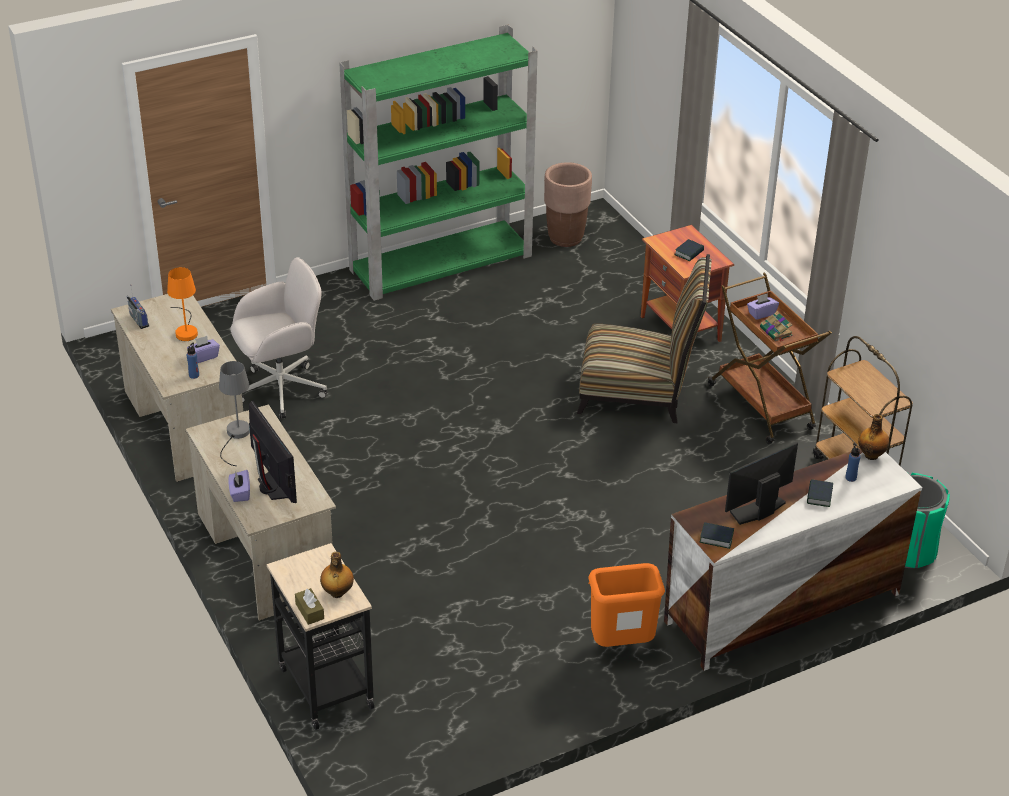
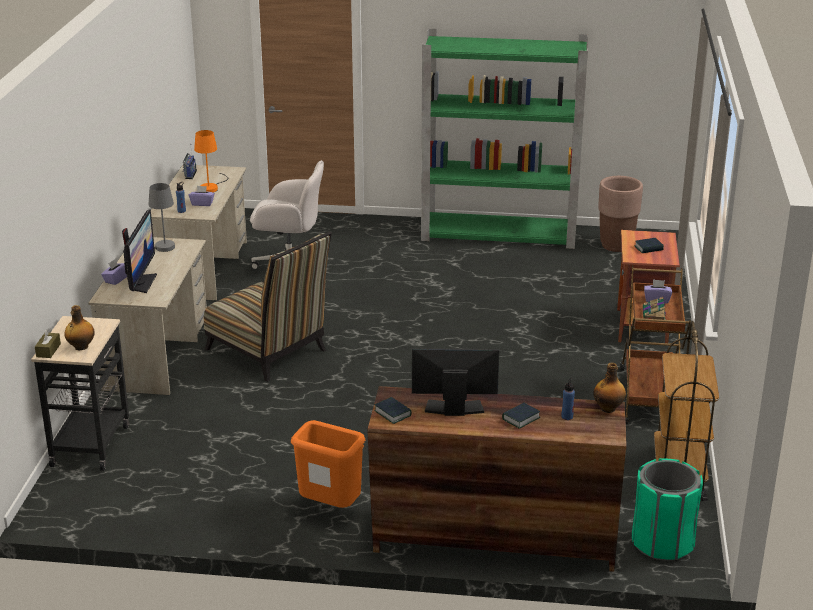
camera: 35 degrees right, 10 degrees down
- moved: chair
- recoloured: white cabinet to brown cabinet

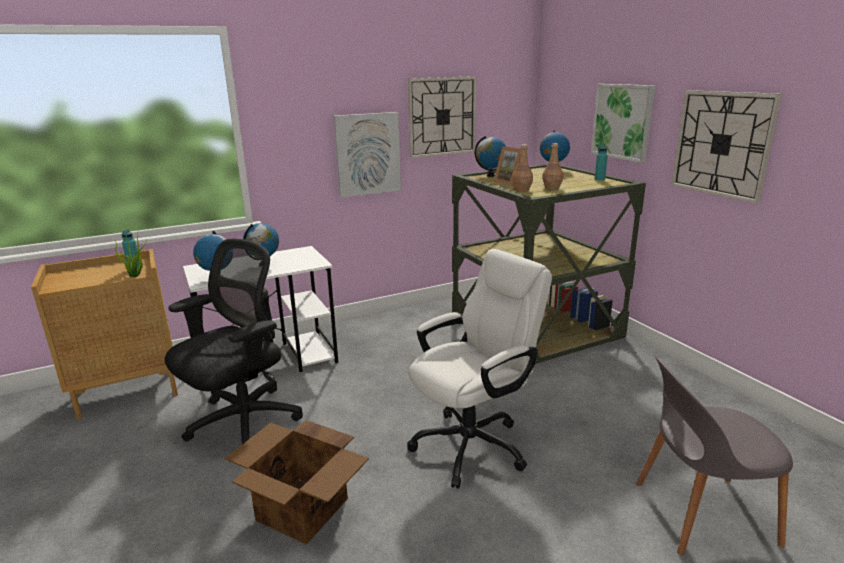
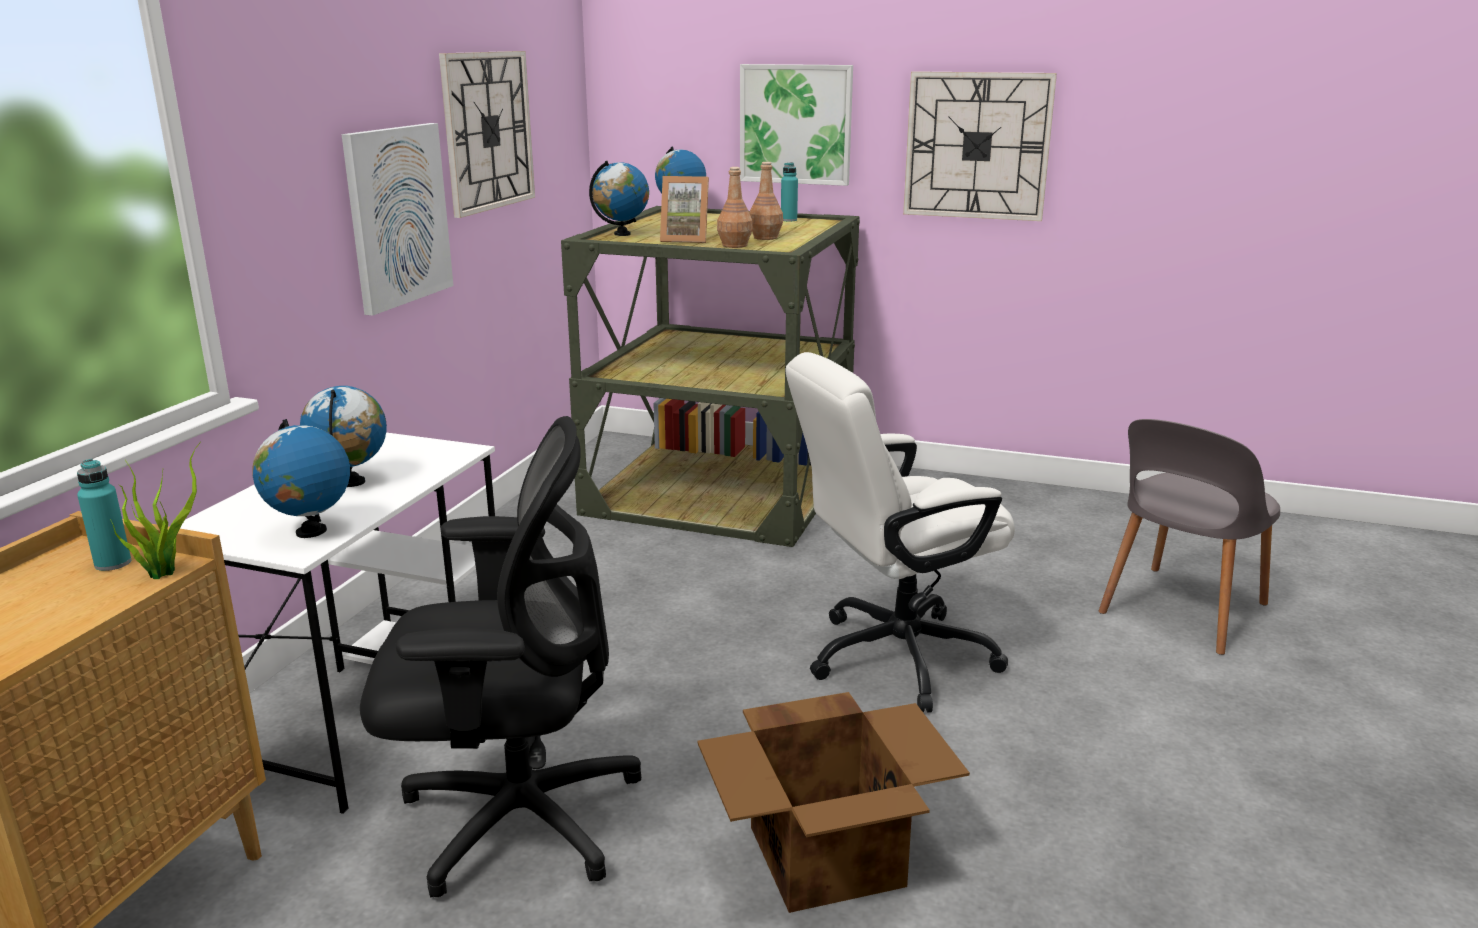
camera: 45 degrees left, 0 degrees up
- turned: black office chair 90 degrees clockwise
- turned: white office chair 120 degrees counterclockwise

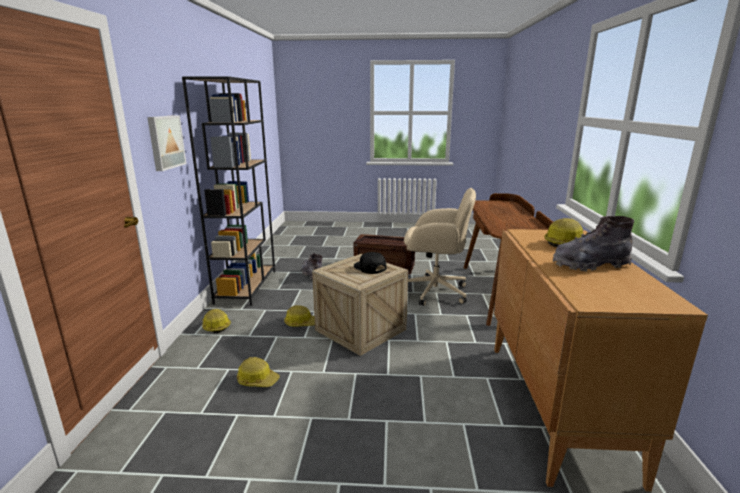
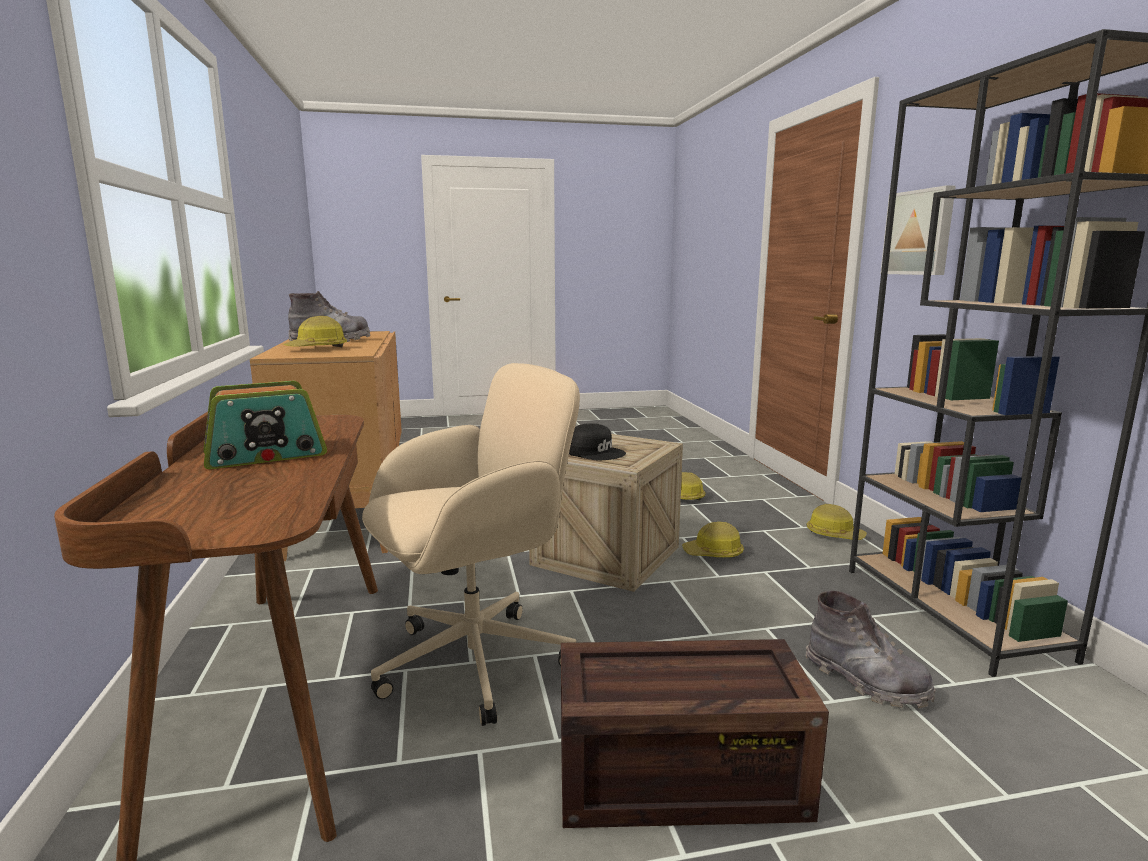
camera: 165 degrees right, 5 degrees down
- added: radio
- turned: beige office chair 150 degrees clockwise

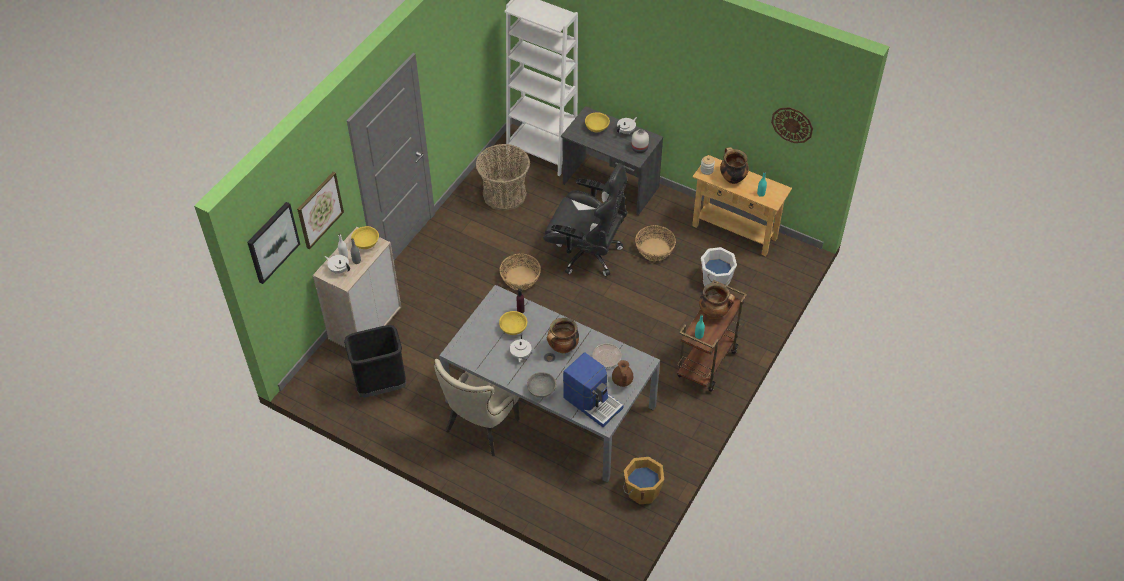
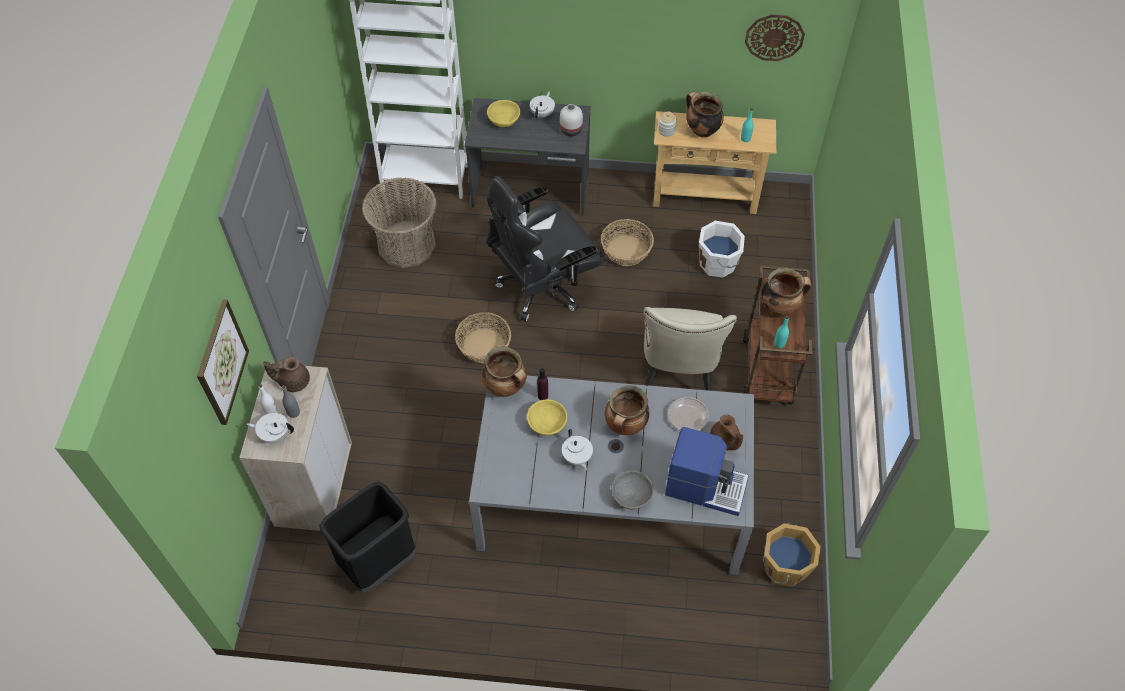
camera: 25 degrees left, 5 degrees up
- removed: picture (1st from left)
- added: cooking pot (1st from left)
- moved: beige chair
- replaced: yellow bowl (1st from left) to brown teapot (1st from left)
- turned: black office chair 150 degrees clockwise

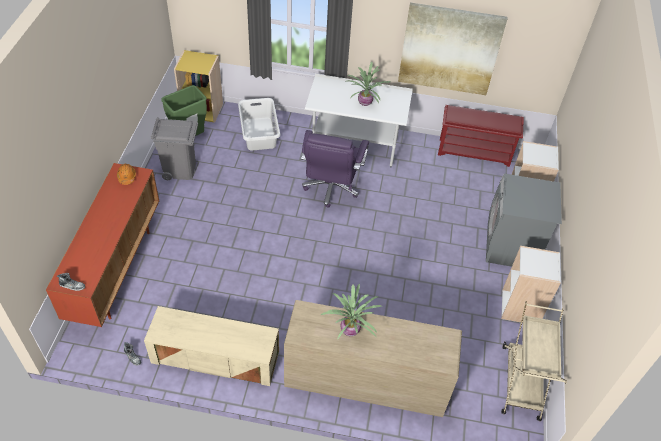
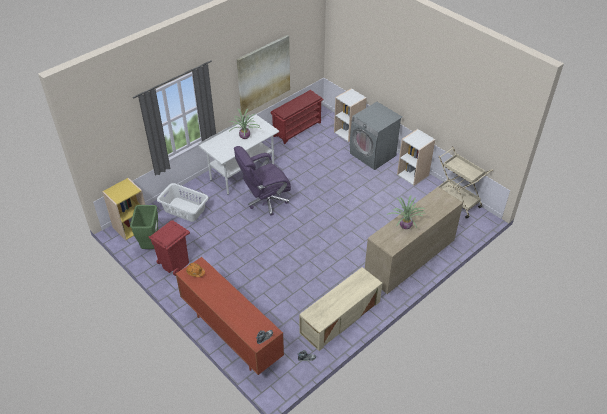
camera: 50 degrees left, 5 degrees down
- recoloured: grey trash can to red trash can
- turned: purple office chair 105 degrees clockwise

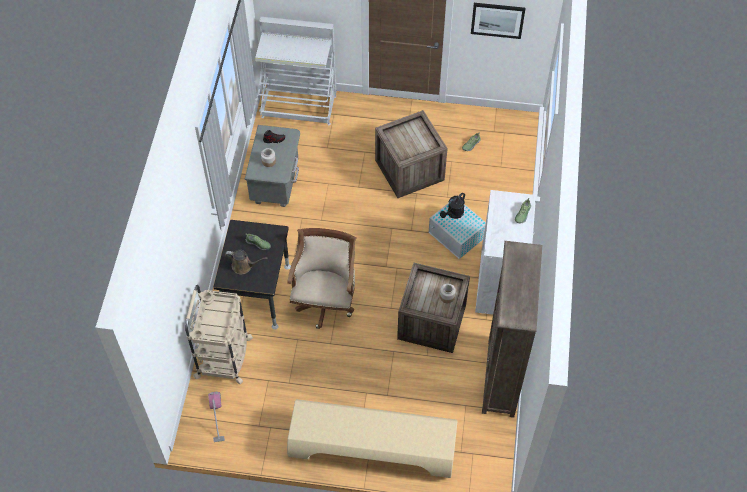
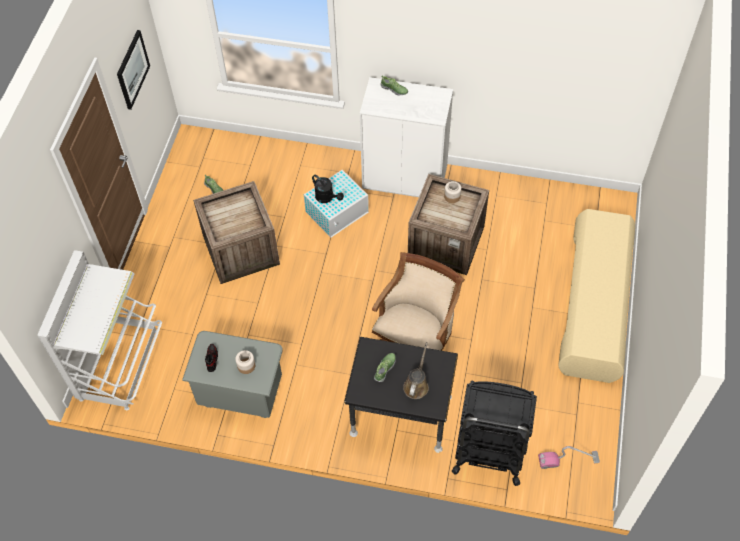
camera: 85 degrees left, 0 degrees up
- removed: brown bookcase
- recoloured: beige cart to black cart
- turned: office chair 105 degrees clockwise

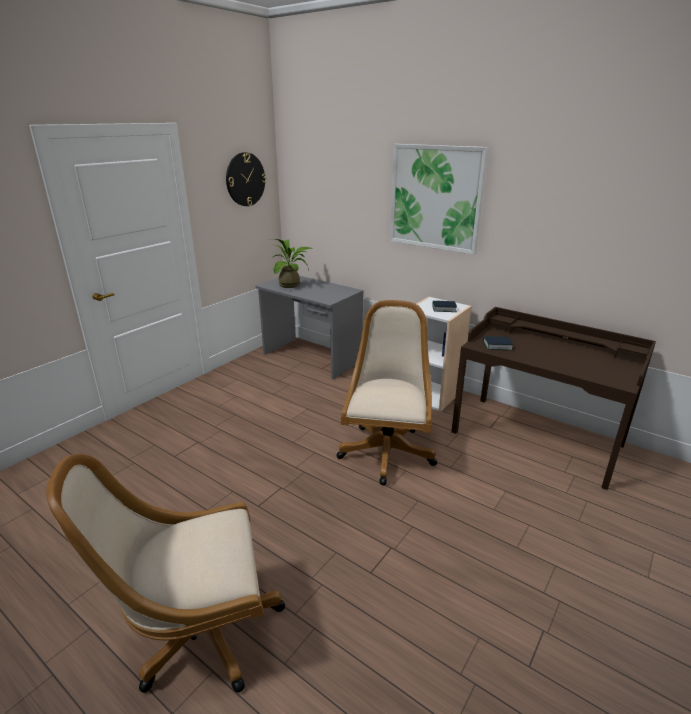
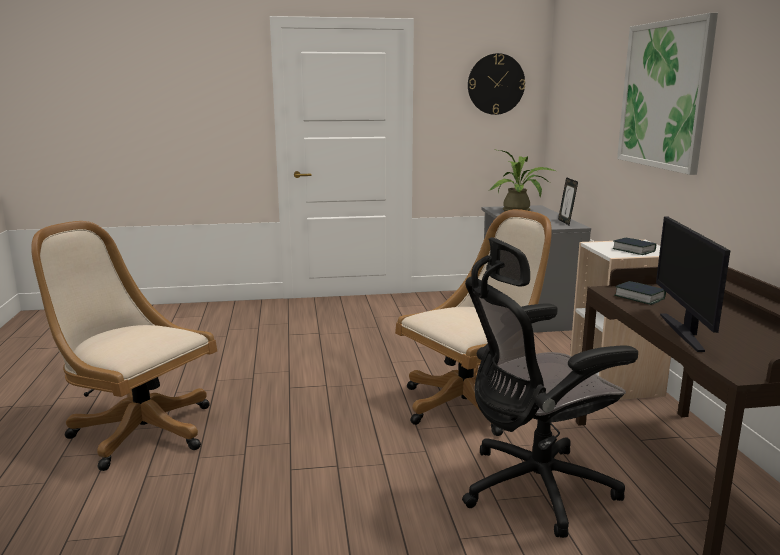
camera: 45 degrees right, 10 degrees down
- added: office chair (3rd from left)
- added: picture frame
- added: monitor

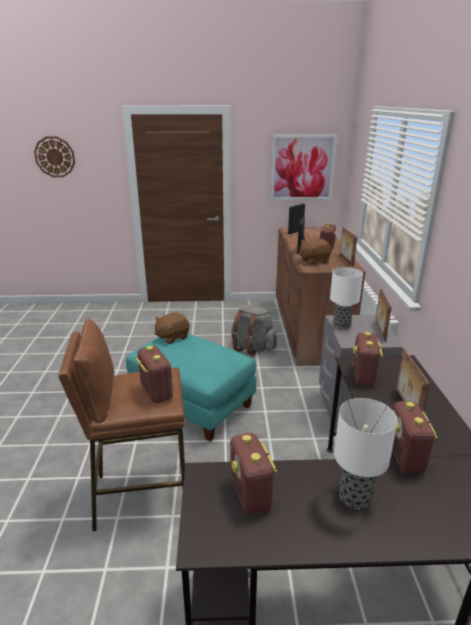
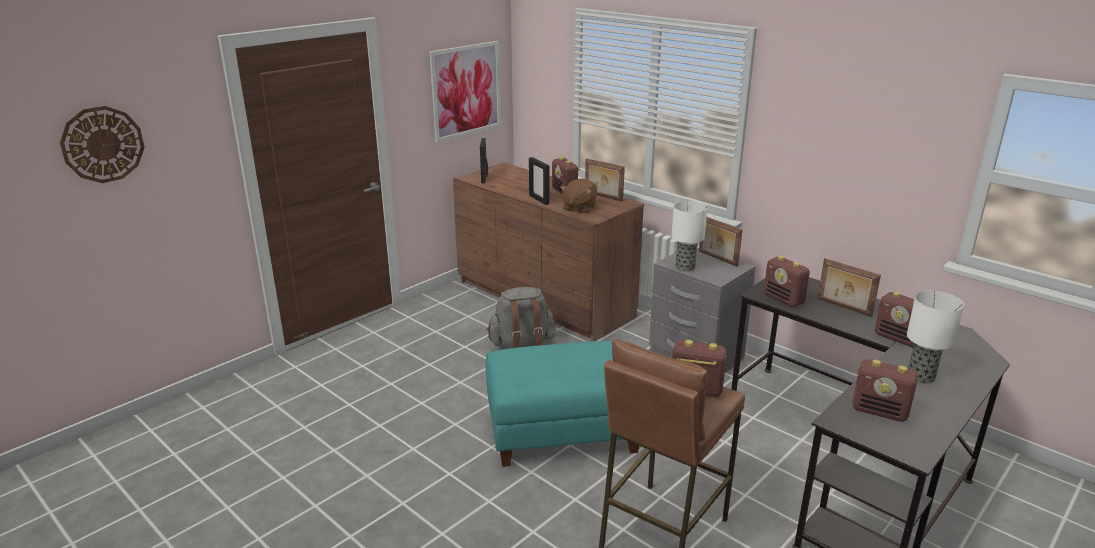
camera: 45 degrees left, 0 degrees up
- removed: brown plush toy (1st from left)

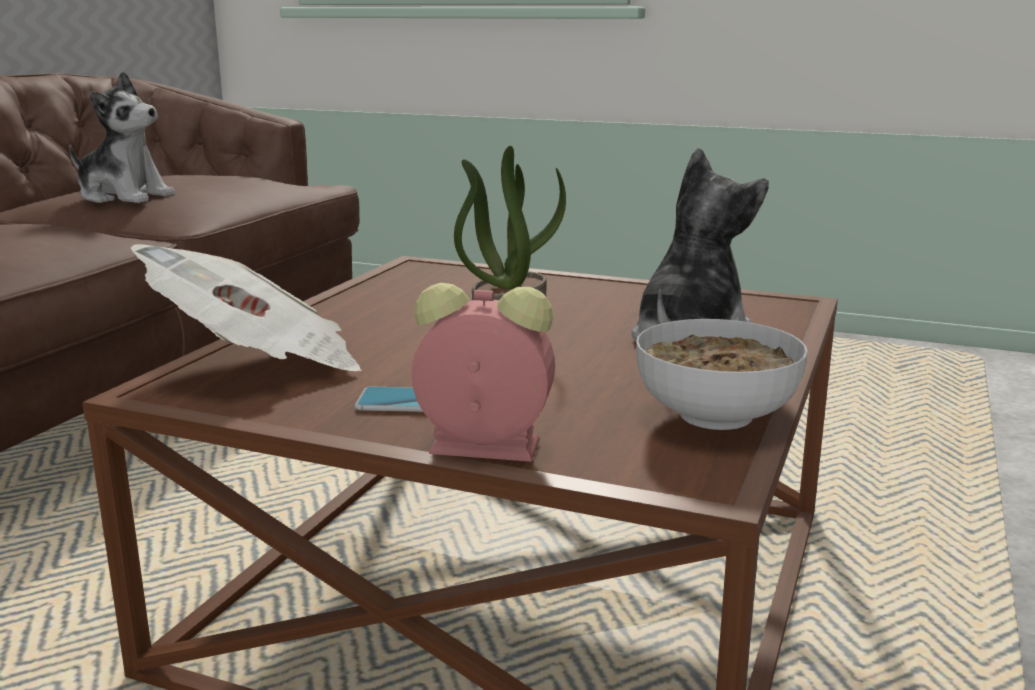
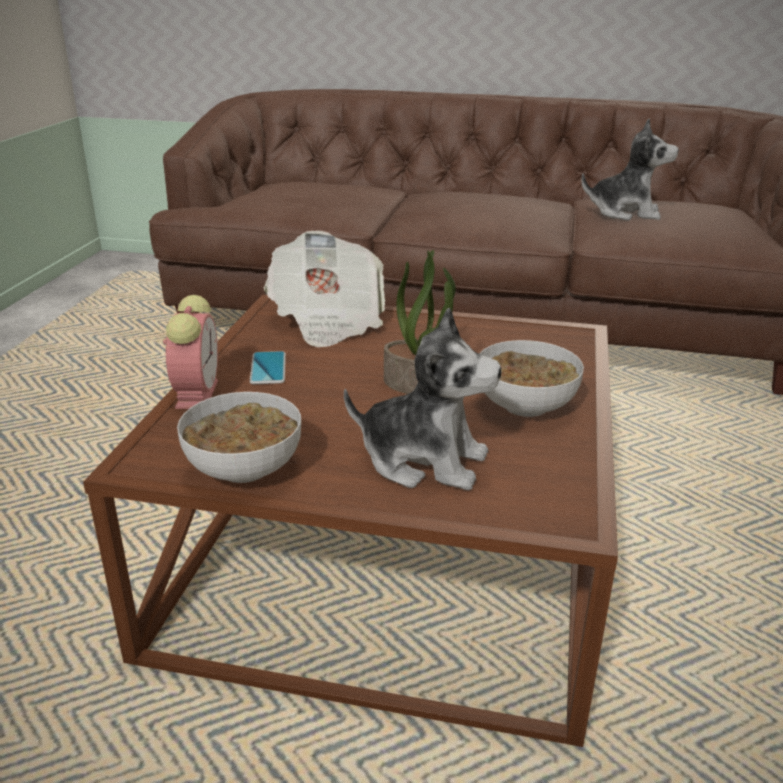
camera: 80 degrees right, 10 degrees up
- added: bowl (2nd from left)
- turned: plush toy (1st from left in the first image) 90 degrees counterclockwise

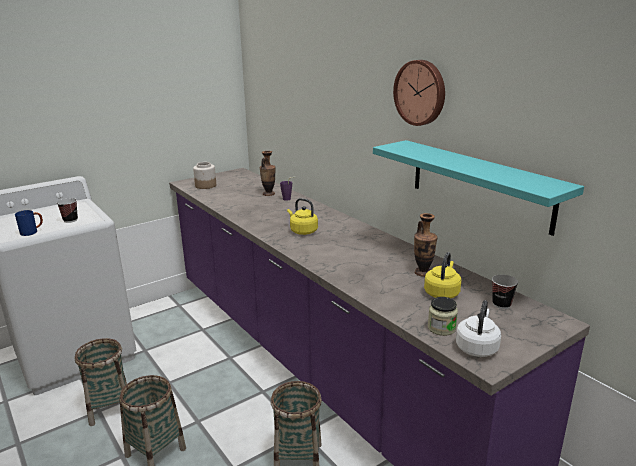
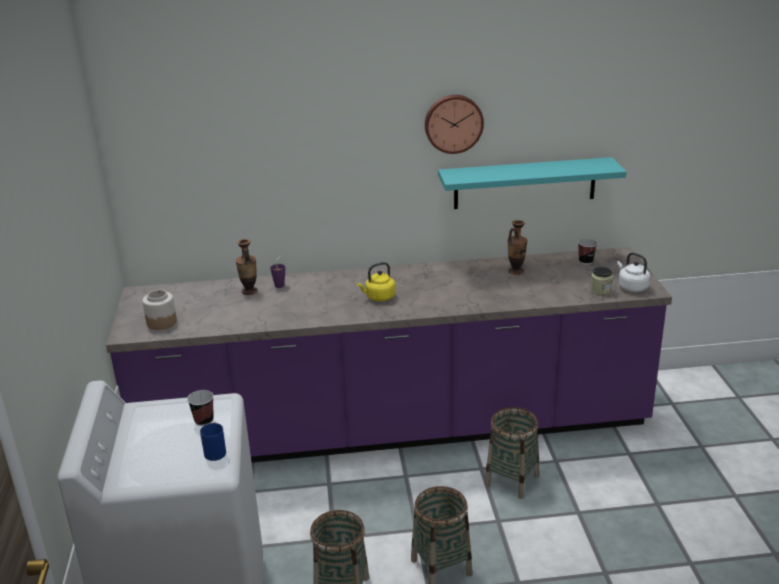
camera: 60 degrees left, 5 degrees up
- removed: yellow kettle (2nd from left)

